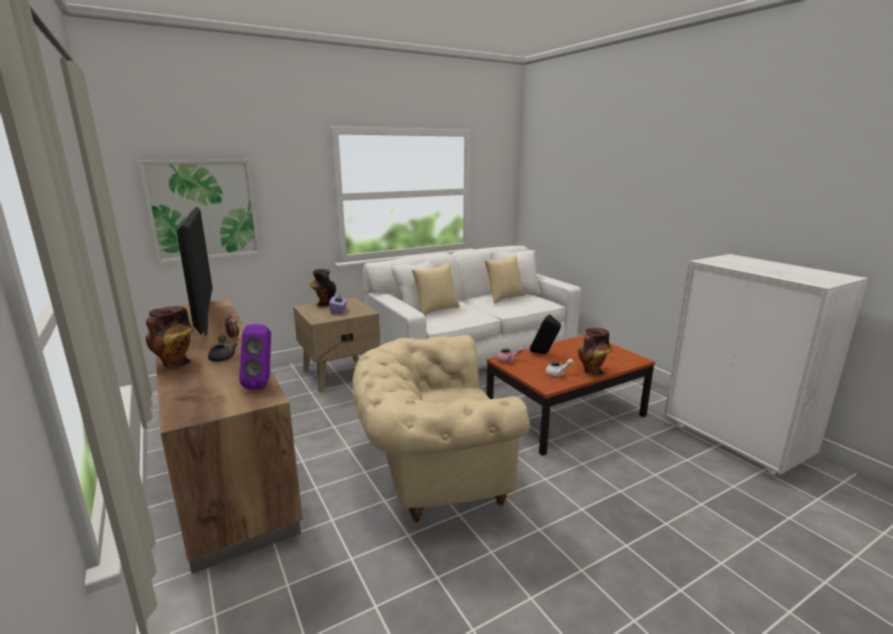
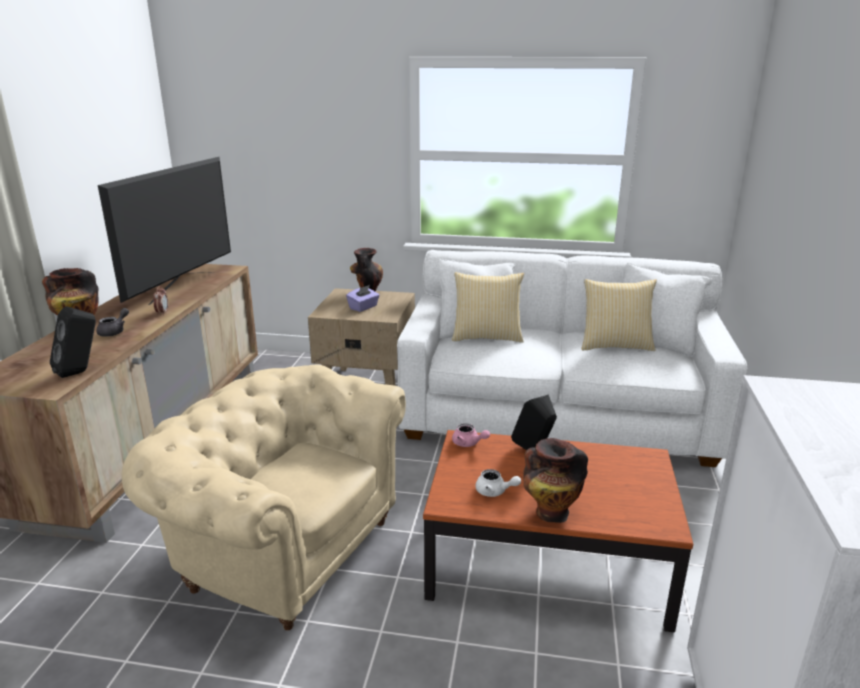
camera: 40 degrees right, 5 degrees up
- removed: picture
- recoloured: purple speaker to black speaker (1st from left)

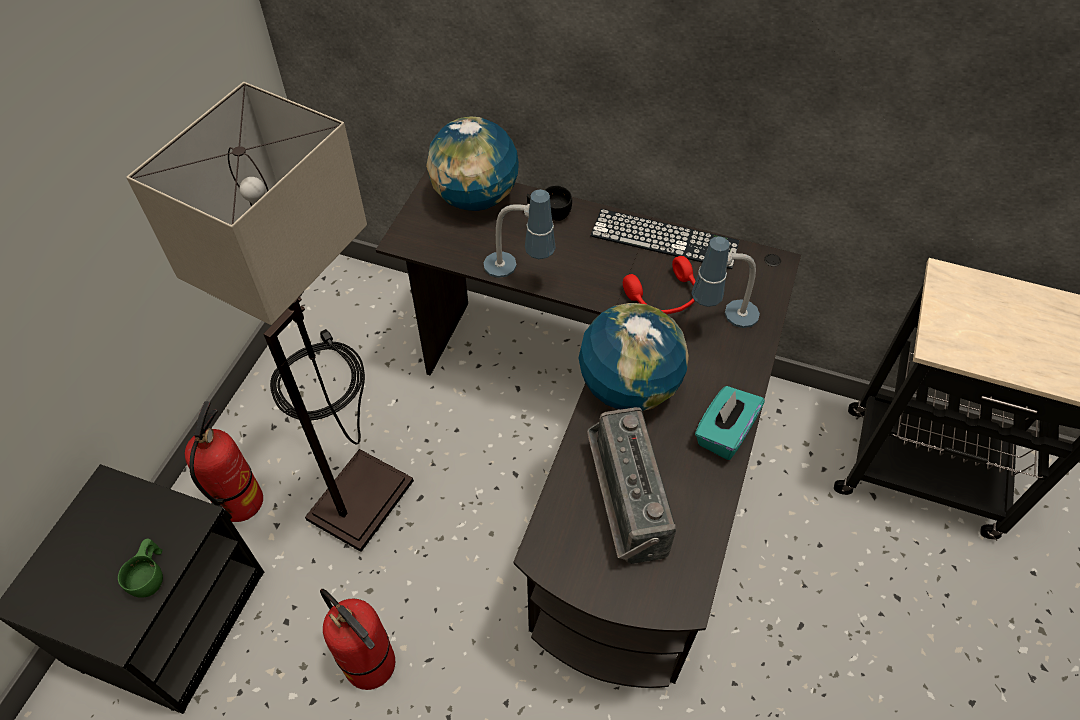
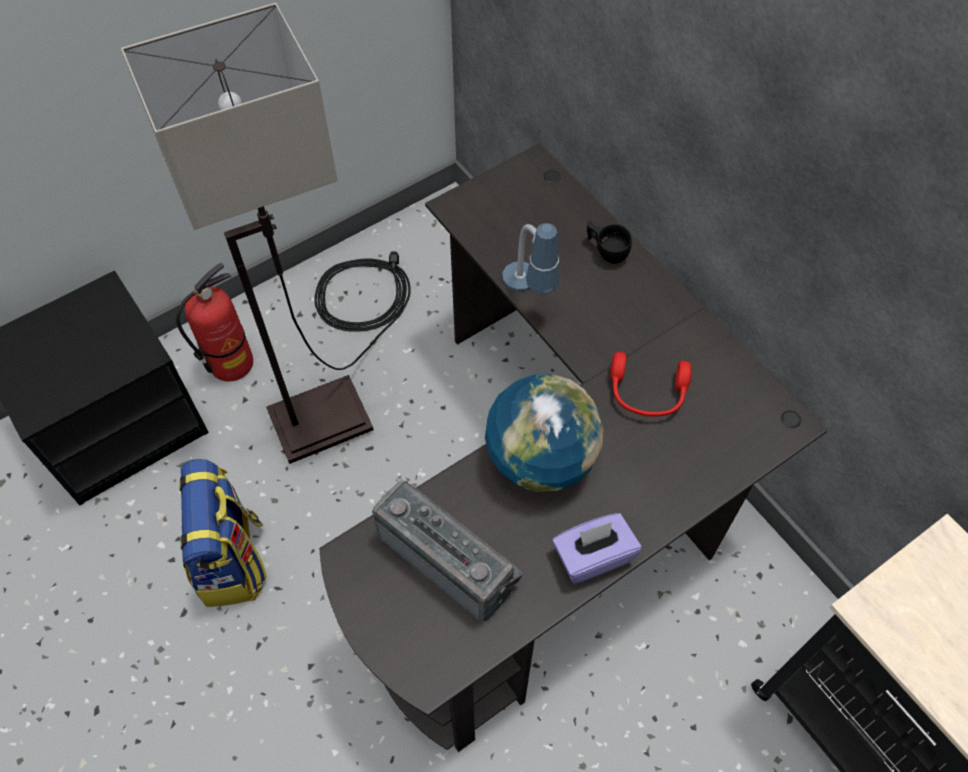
camera: 35 degrees right, 5 degrees up
- removed: green cup
- removed: globe (1st from left)
- removed: keyboard
- removed: table lamp (2nd from left)
- replaced: fire extinguisher (2nd from left) to backpack
- recoloured: turquoise tissue box to purple tissue box
- turned: radio 105 degrees clockwise

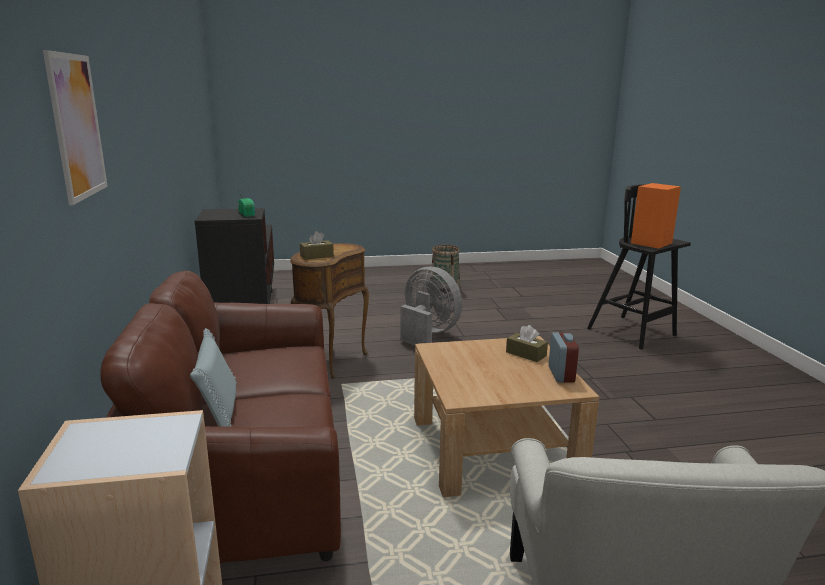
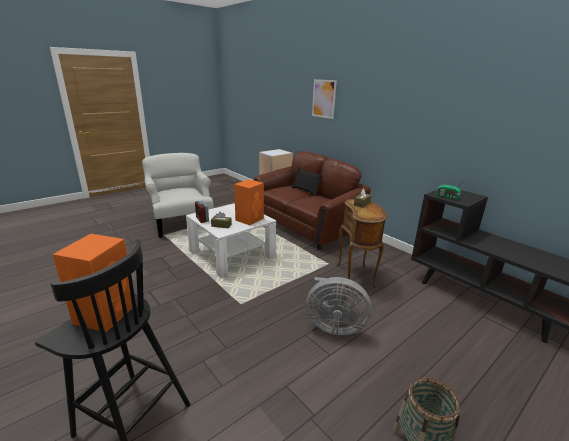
camera: 150 degrees right, 5 degrees up
- added: orange speaker (2nd from left)
- recoloured: blue pillow to black pillow
- recoloured: brown coffee table to white coffee table

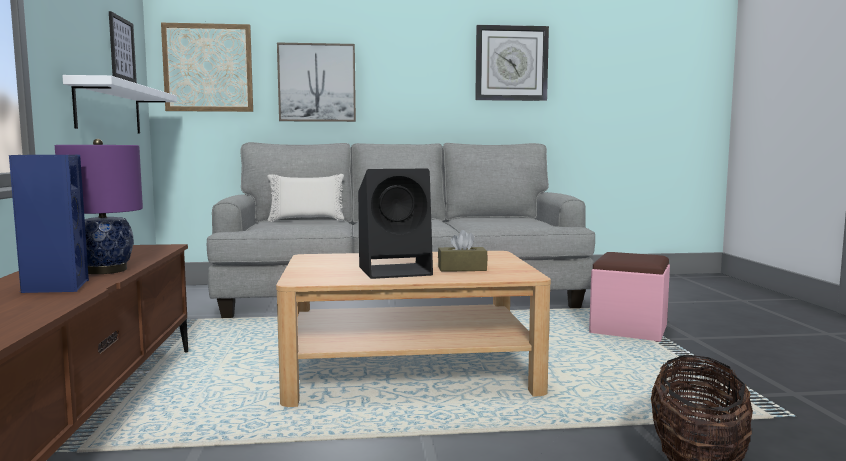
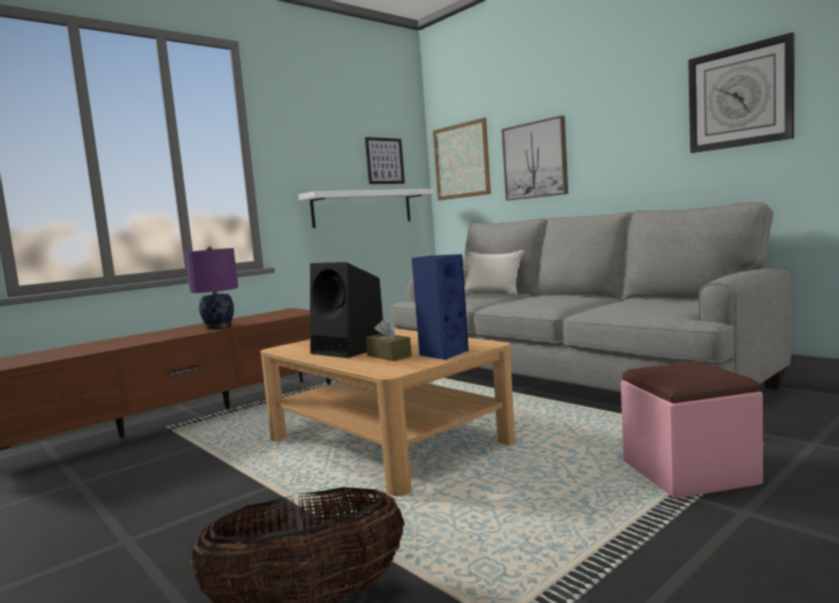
camera: 55 degrees right, 0 degrees up
- moved: blue speaker

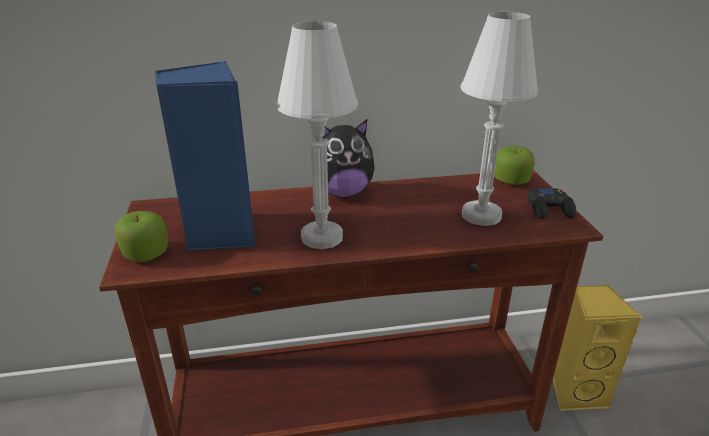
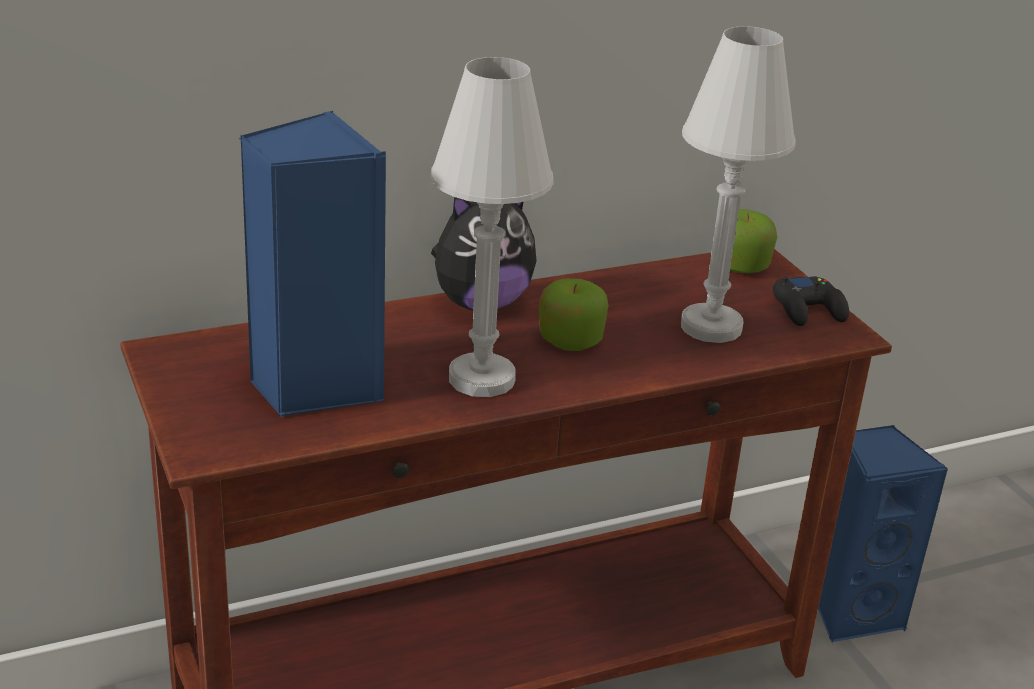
camera: 15 degrees left, 0 degrees up
- moved: apple (1st from left)
- recoloured: yellow speaker to blue speaker (2nd from left)

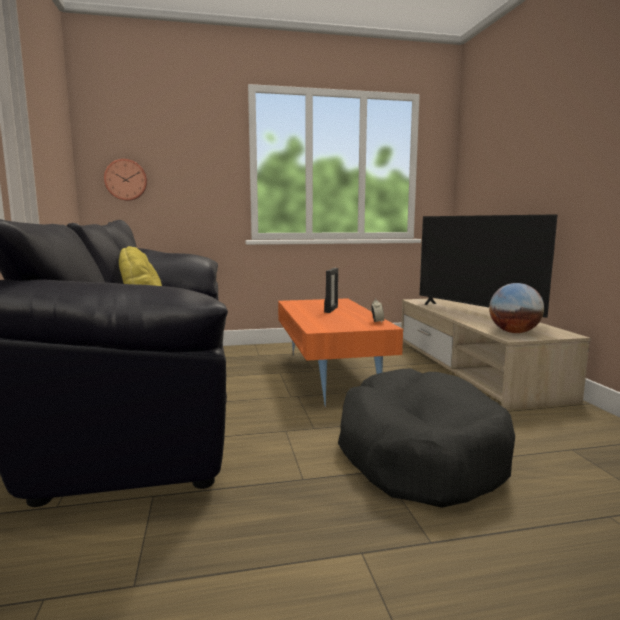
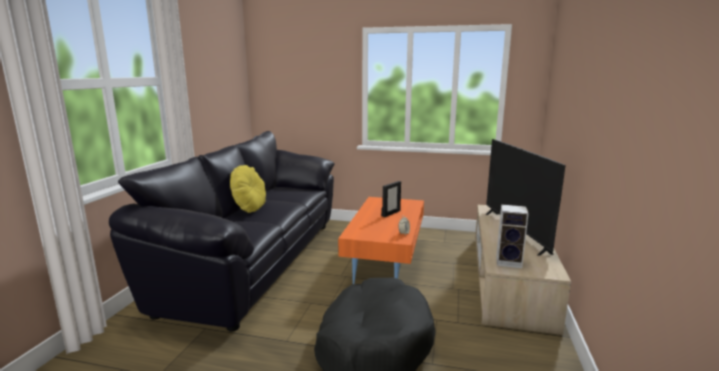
camera: 25 degrees right, 5 degrees up
- removed: wall clock
- replaced: globe to speaker

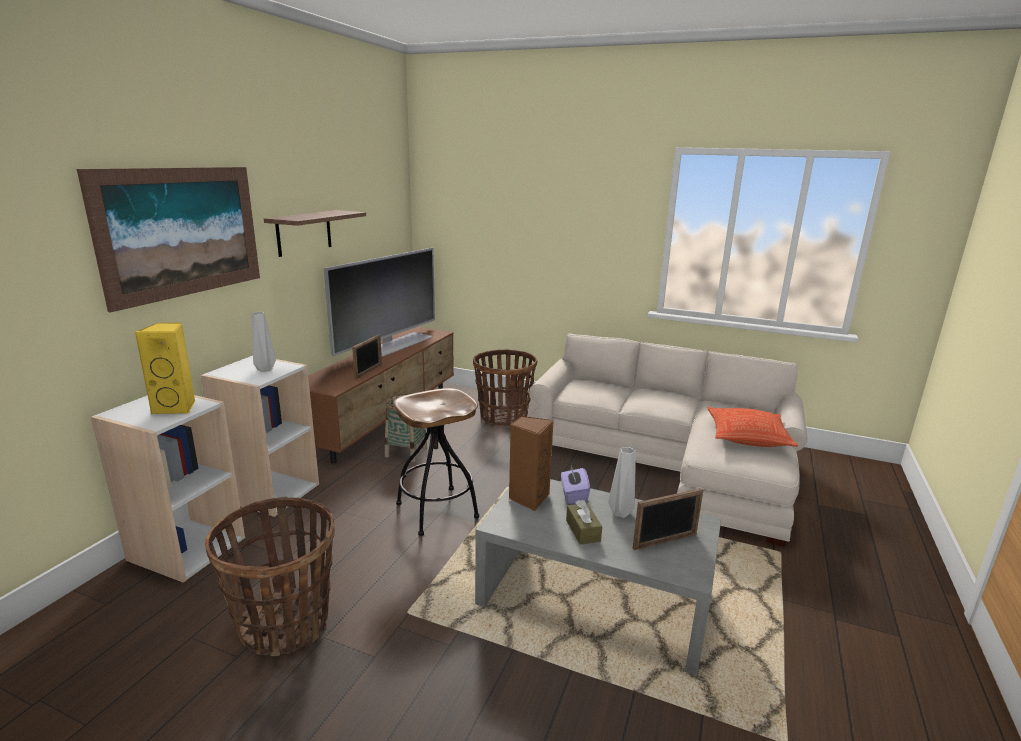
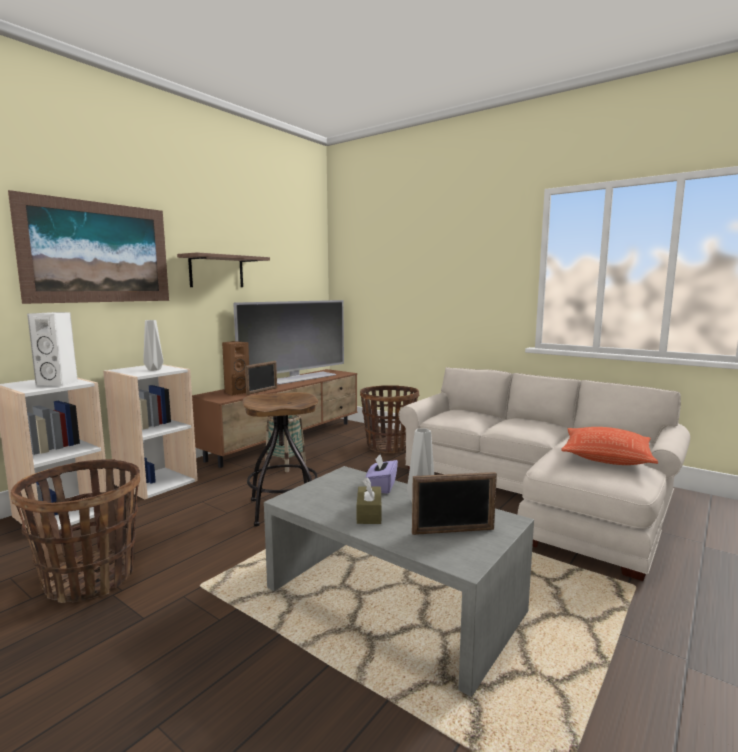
camera: 15 degrees right, 10 degrees down
- moved: brown speaker
- recoloured: yellow speaker to white speaker

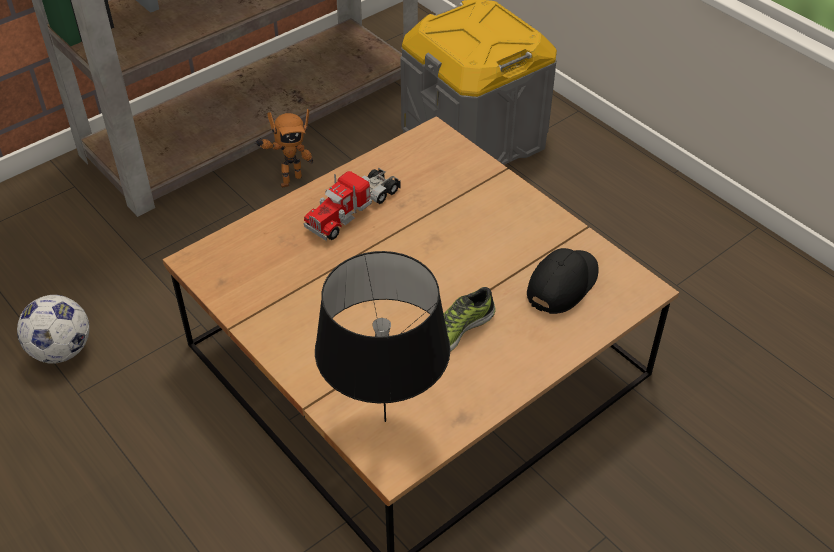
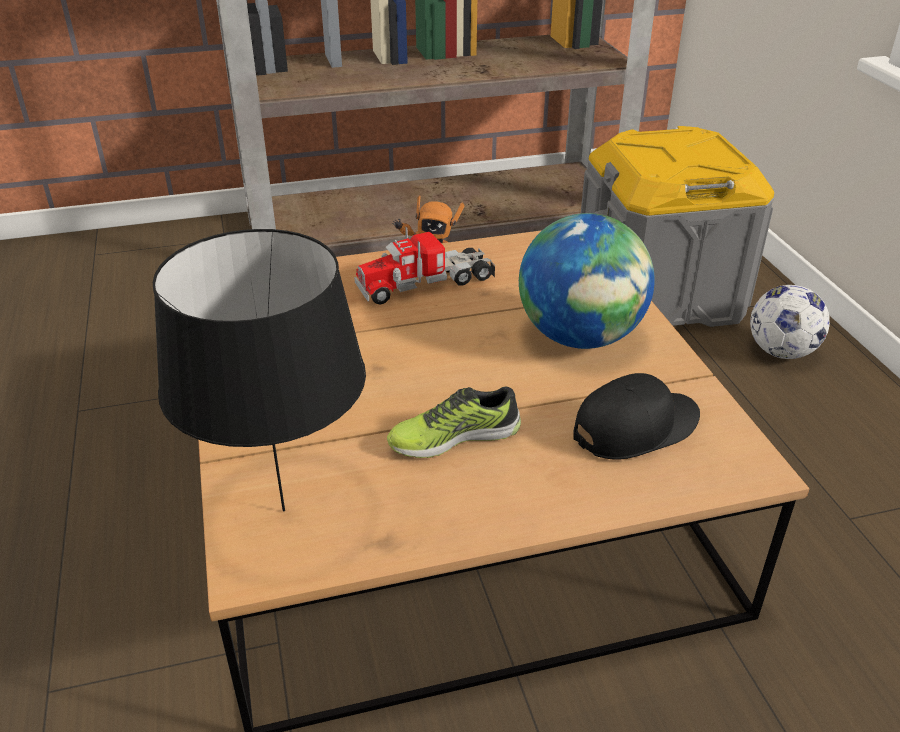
camera: 25 degrees right, 10 degrees down
- added: globe
- moved: football

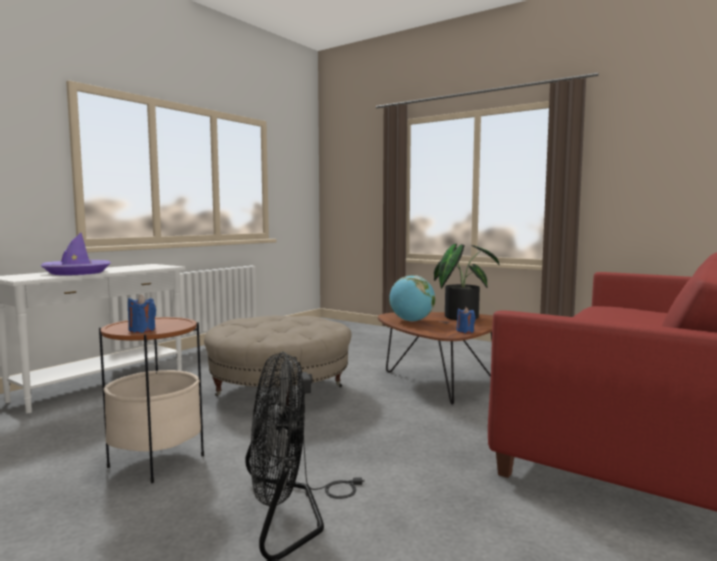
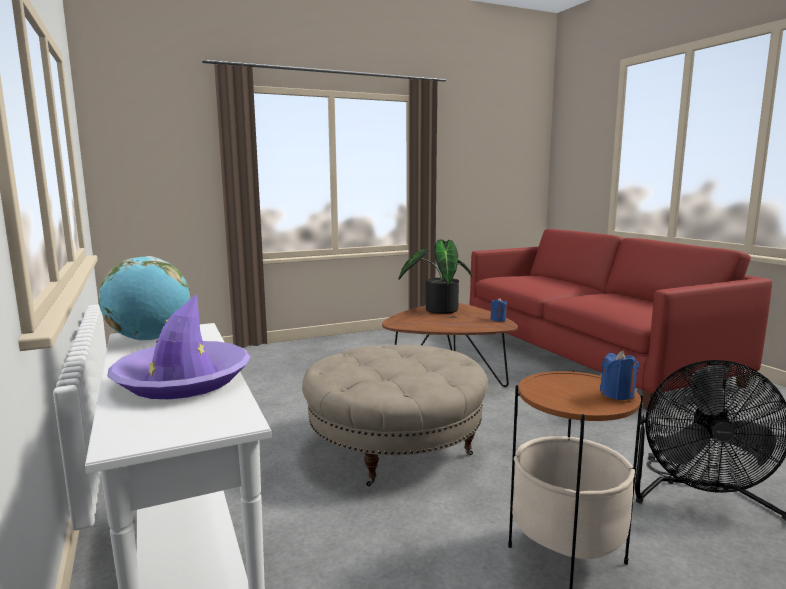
camera: 60 degrees left, 5 degrees up
- moved: globe

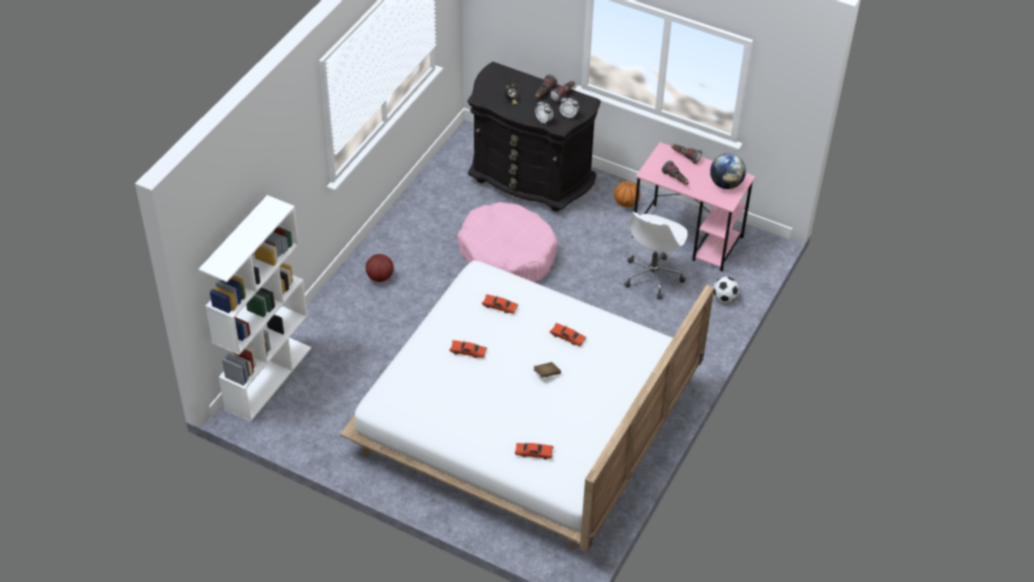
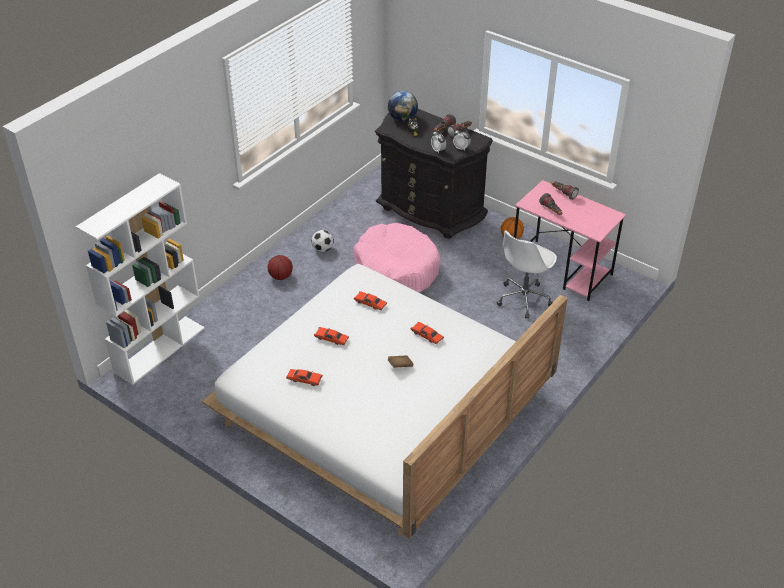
camera: 10 degrees right, 5 degrees down
- moved: red toy car (3rd from left in the first image) to red toy car (1st from left)
- moved: globe
- moved: football

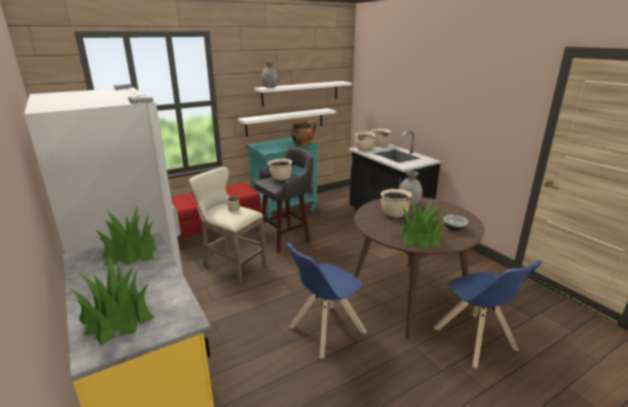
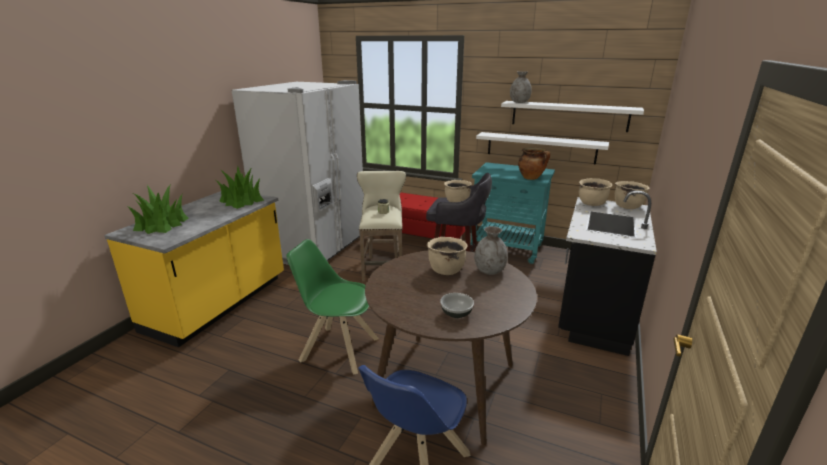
camera: 55 degrees right, 0 degrees up
- removed: potted plant (3rd from left)
- recoloured: blue chair (1st from left) to green chair

